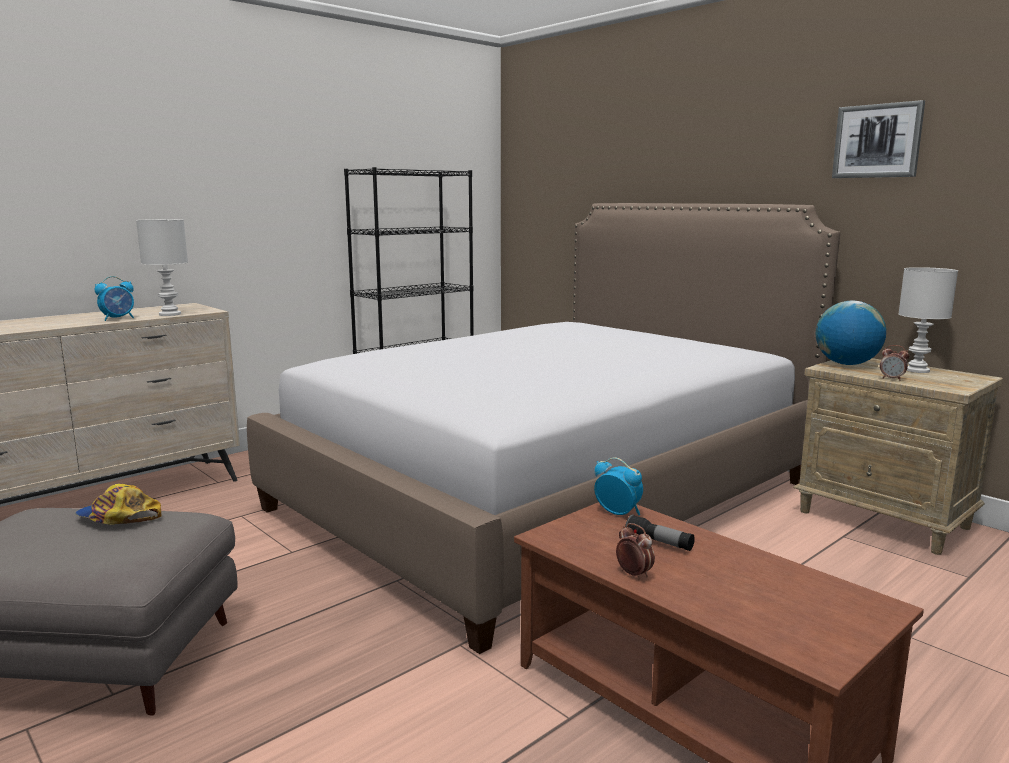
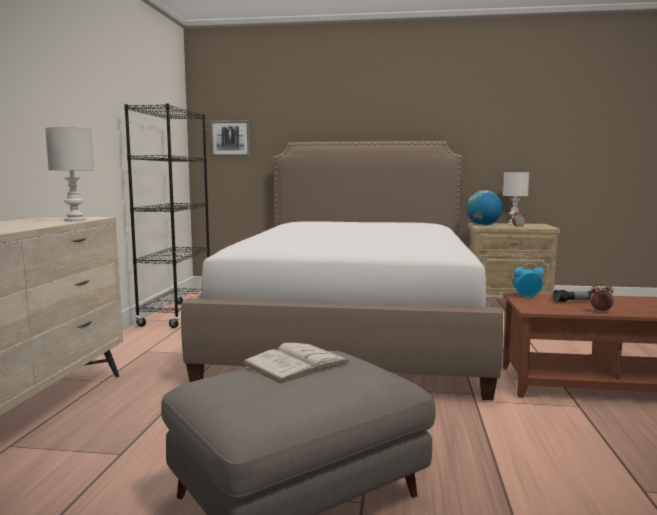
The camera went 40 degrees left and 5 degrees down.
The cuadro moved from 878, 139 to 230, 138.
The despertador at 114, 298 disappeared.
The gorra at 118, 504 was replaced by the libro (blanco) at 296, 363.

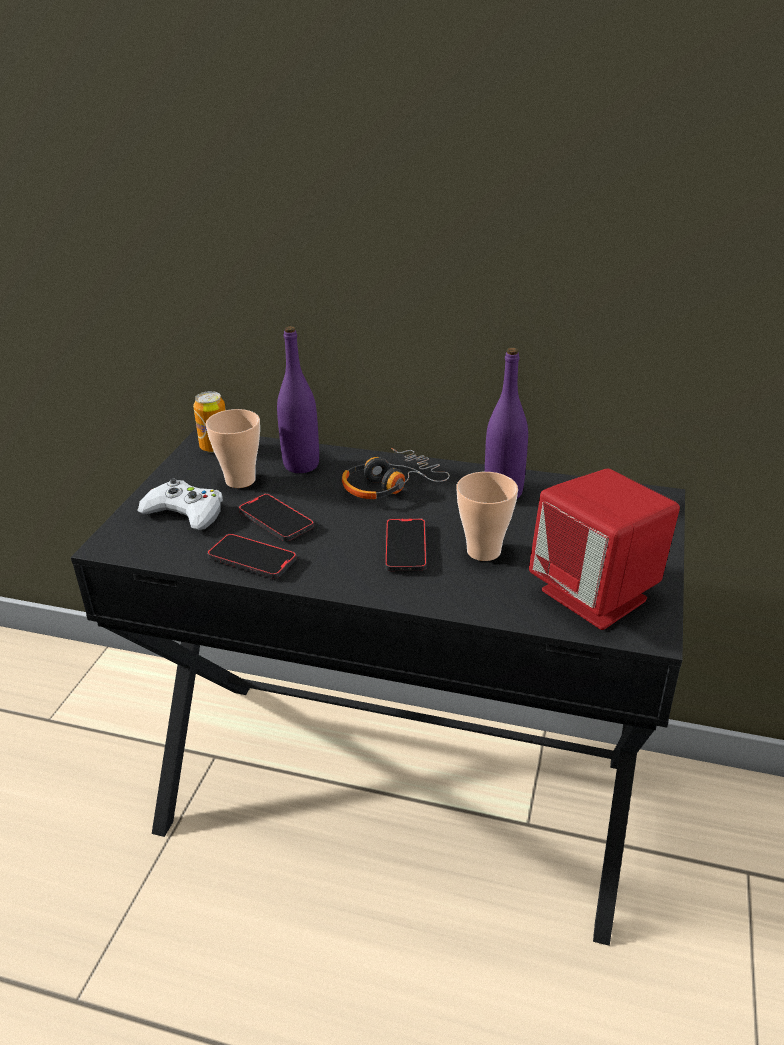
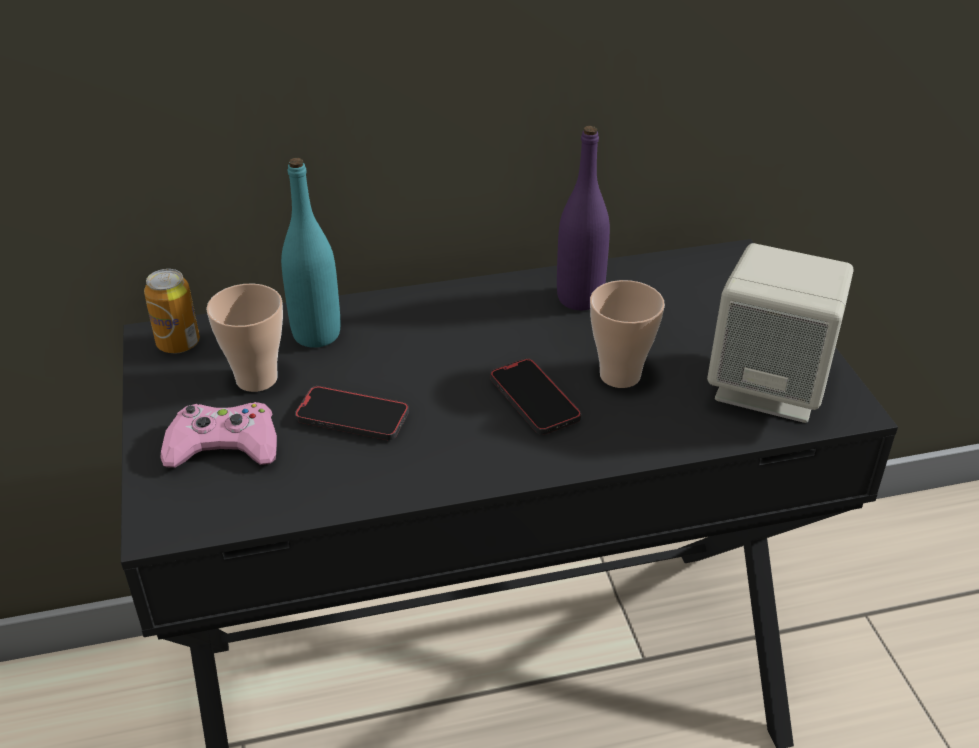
The camera went 30 degrees left and 5 degrees up.
The botella (morado) at 298, 399 became the botella (turquesa) at 310, 253.
The auriculares at 396, 473 disappeared.
The altavoz (rojo) at 604, 549 became the altavoz (beis) at 780, 333.
The mando de consola (blanco) at 180, 504 became the mando de consola (rosa) at 218, 435.
The móvil at 252, 556 disappeared.

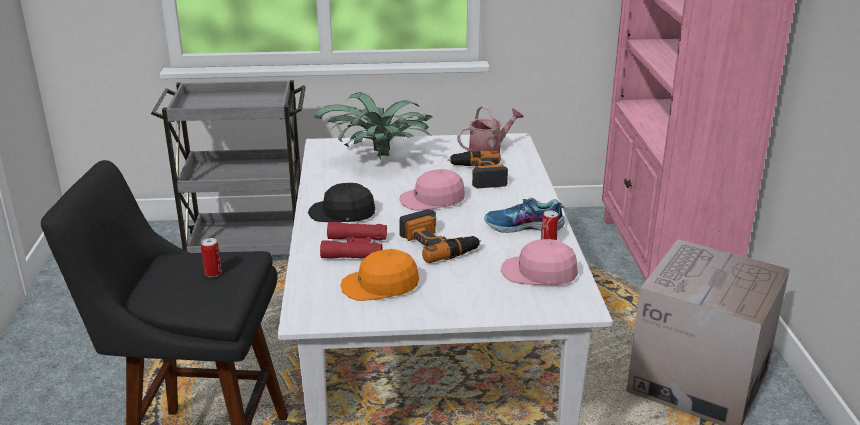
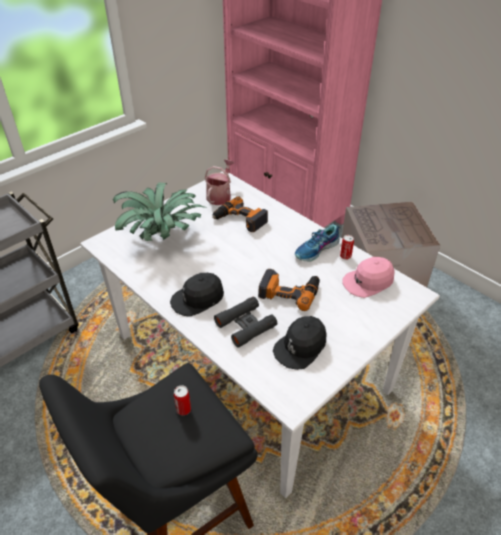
The camera went 40 degrees left and 15 degrees up.
The gorra (rosa) at 432, 190 disappeared.
The prismáticos (rojo) at 353, 240 became the prismáticos (negro) at 245, 322.
The gorra (naranja) at 380, 275 became the gorra (negro) at 300, 343.

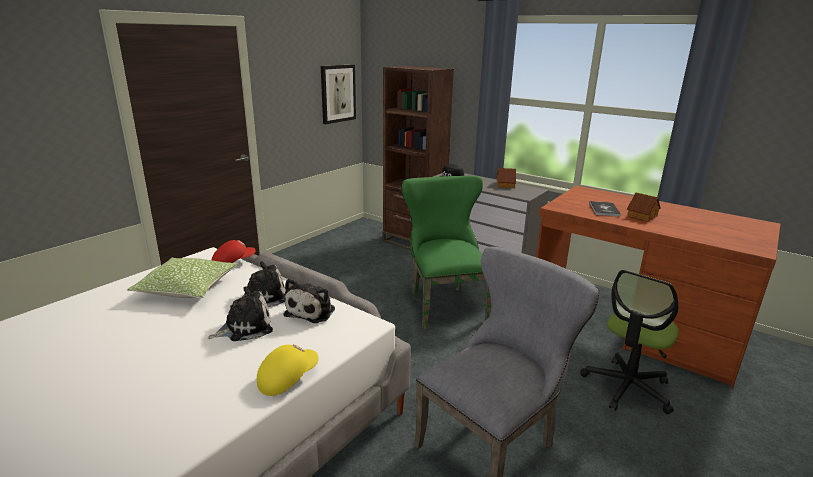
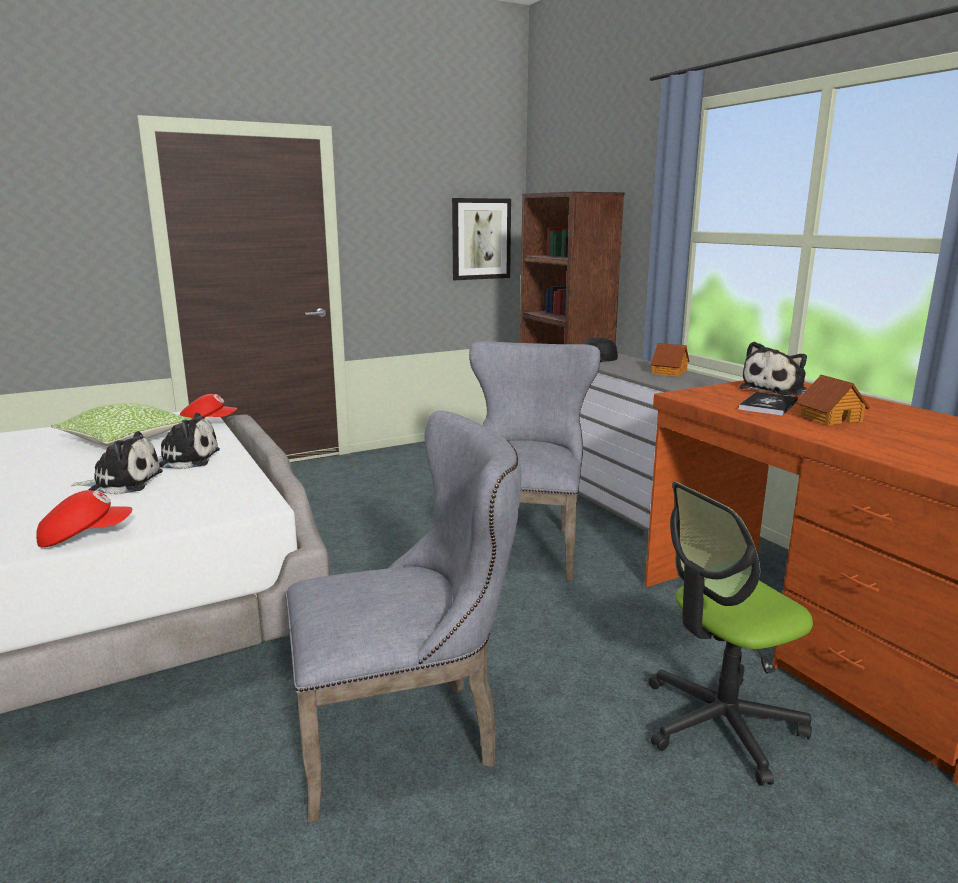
The camera went 25 degrees right and 5 degrees down.
The silla (verde) at 446, 253 became the silla (gris) at 535, 461.
The peluche moved from 309, 300 to 773, 369.
The gorra (amarillo) at 288, 370 became the gorra (rojo) at 84, 518.

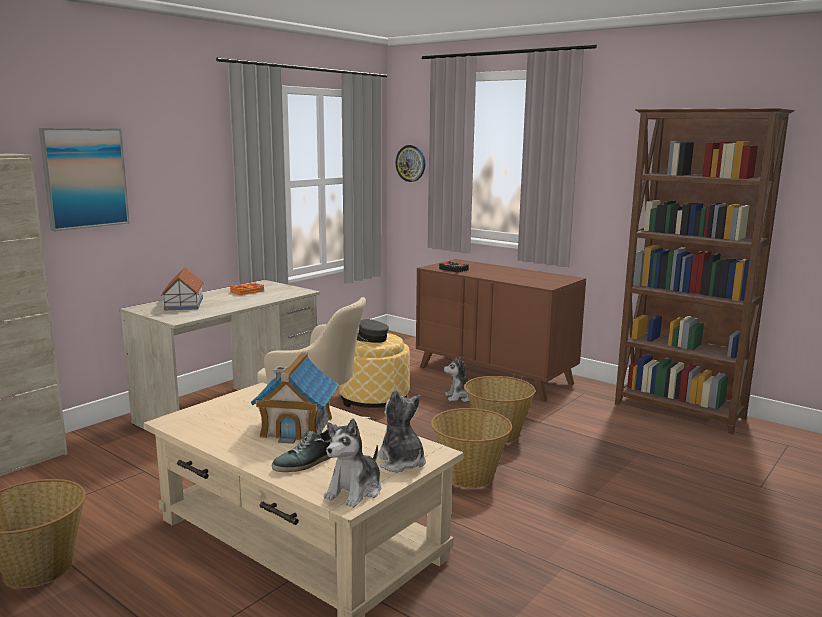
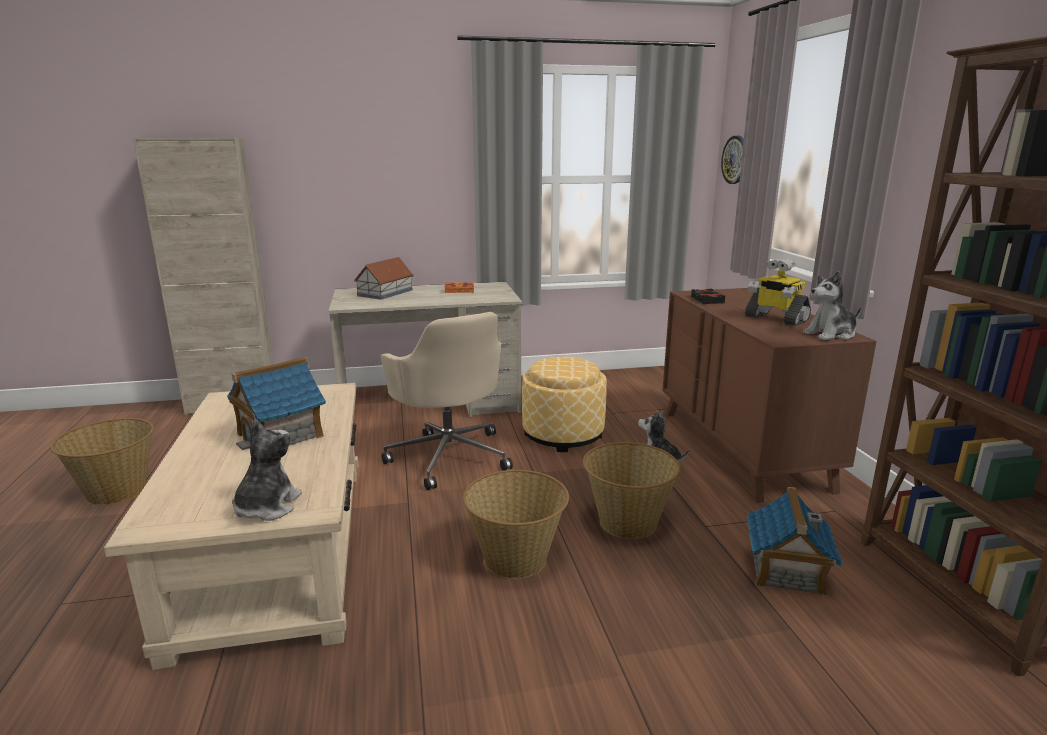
The camera went 40 degrees right and 5 degrees up.
The cuadro at 84, 179 disappeared.
The gorra (gris) at 373, 331 disappeared.
The peluche moved from 352, 463 to 832, 305.
The zapato at 304, 448 disappeared.
The robot de juguete at 778, 292 appeared.
The casita at 795, 541 appeared.

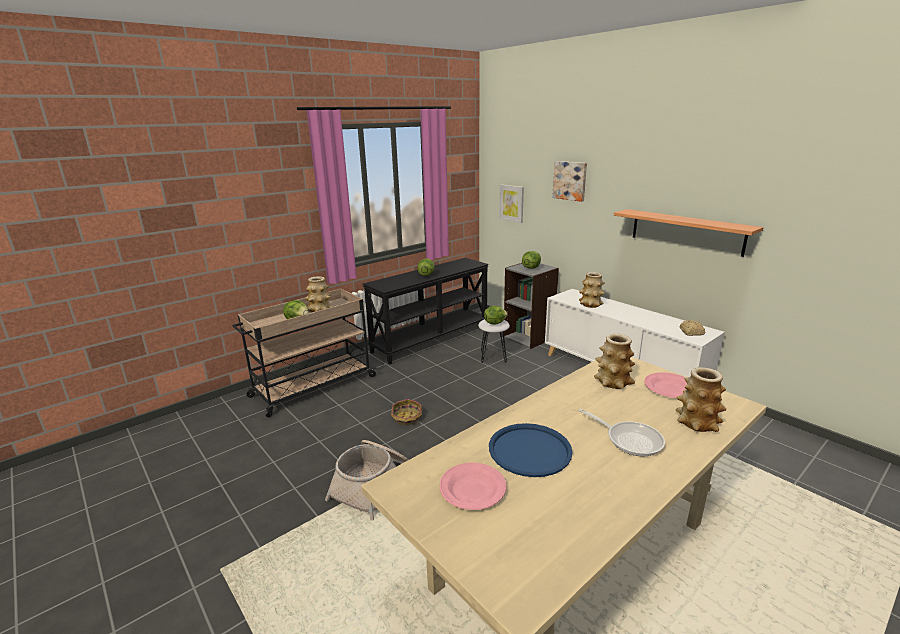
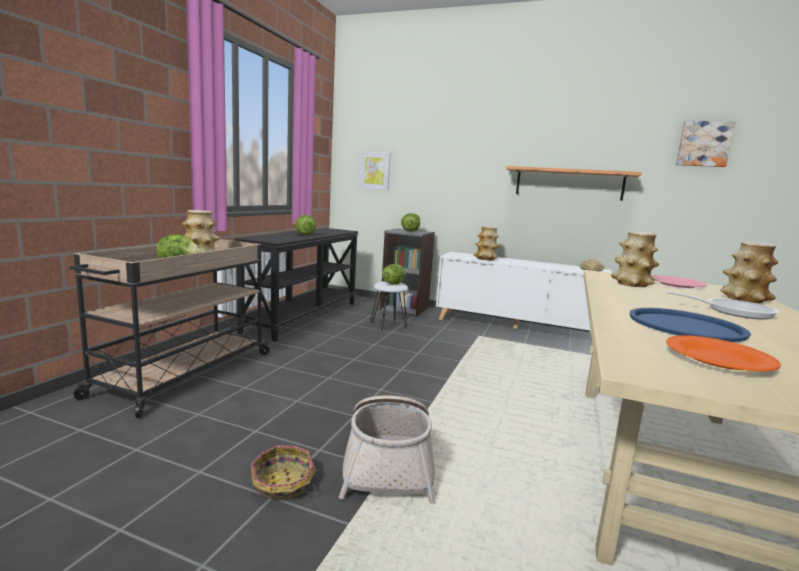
The camera went 30 degrees left and 10 degrees down.
The cuadro moved from 569, 181 to 706, 144.
The cesta moved from 406, 412 to 283, 472.
The plato (rosa) at 472, 486 became the plato (naranja) at 723, 353.

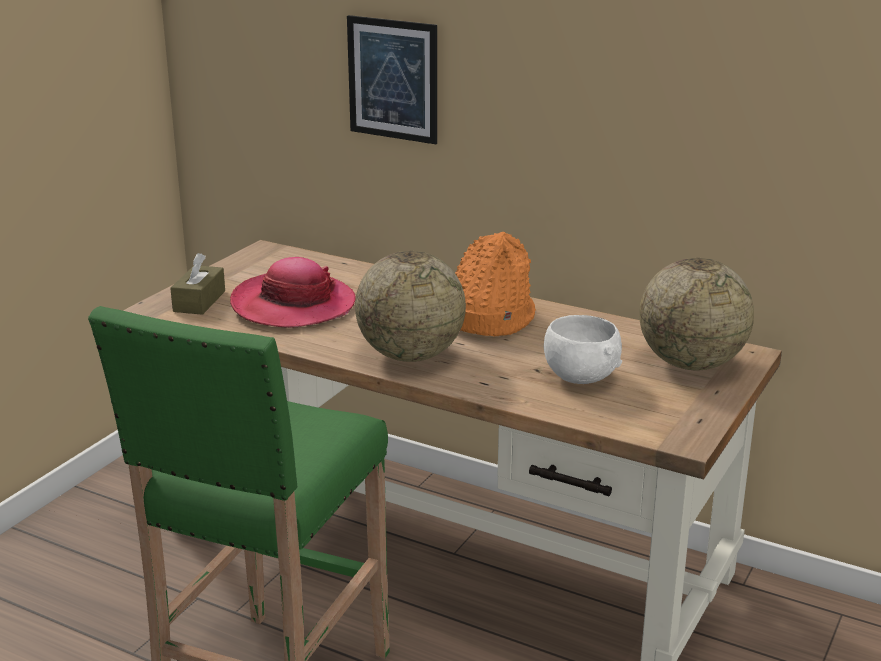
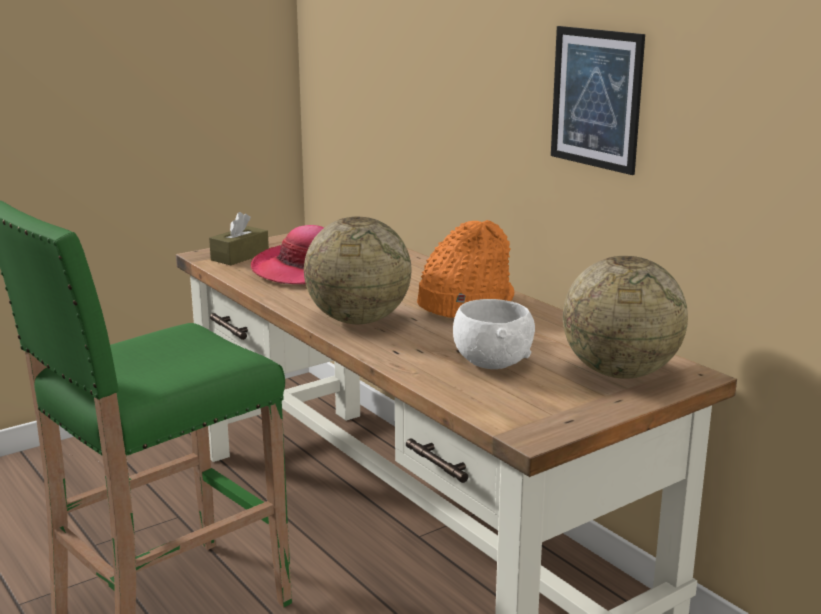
The camera went 25 degrees right and 5 degrees down.
The cuadro moved from 392, 79 to 598, 100.

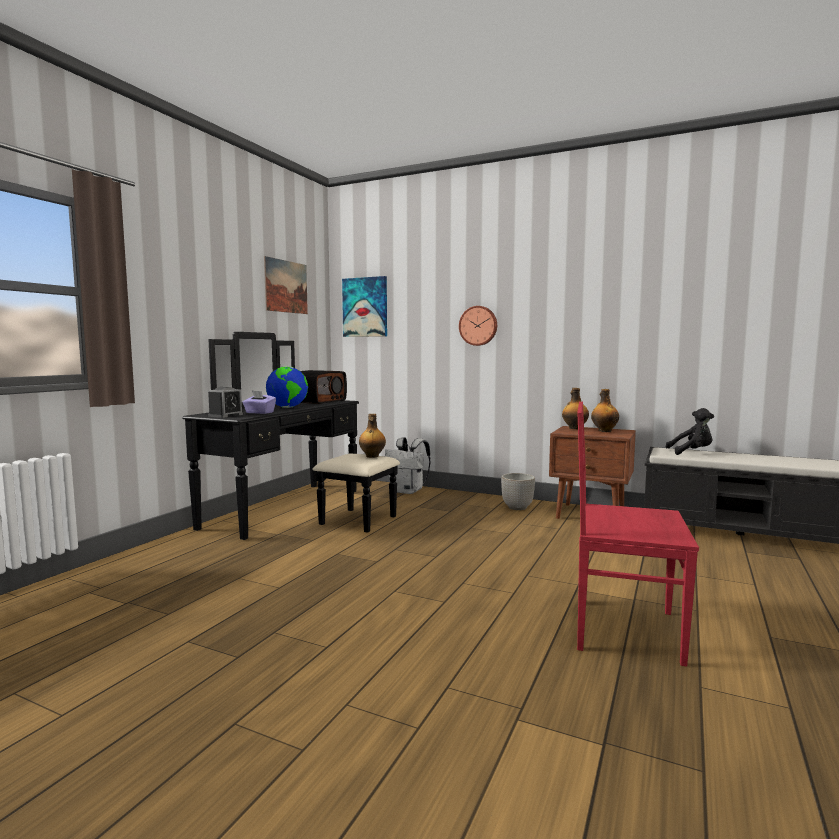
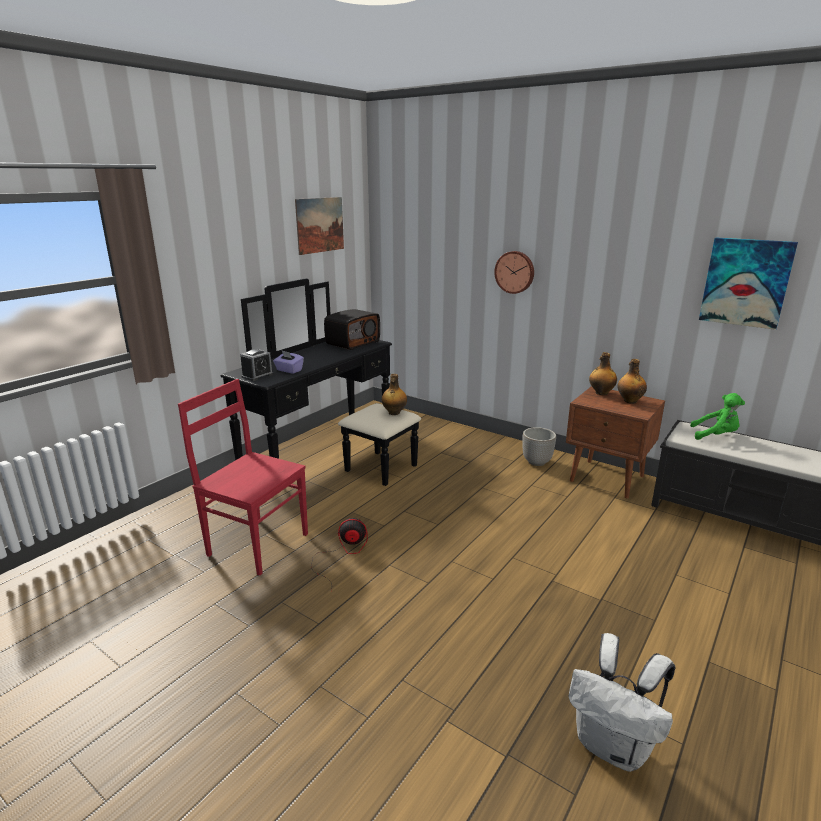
The camera went 10 degrees right and 15 degrees up.
The cuadro moved from 364, 306 to 748, 284.
The globo terráqueo at 287, 387 disappeared.
The silla (rojo) moved from 638, 534 to 243, 477.
The peluche (negro) at 690, 431 became the peluche (verde) at 717, 416.
The mochila (blanco) moved from 408, 465 to 622, 702.
The ventilador at 339, 554 appeared.

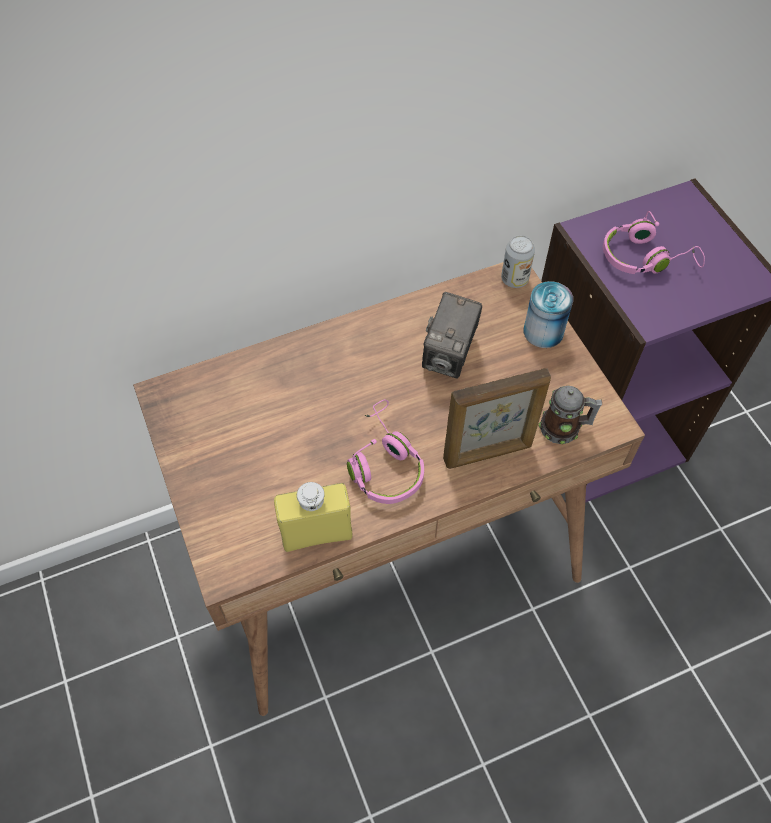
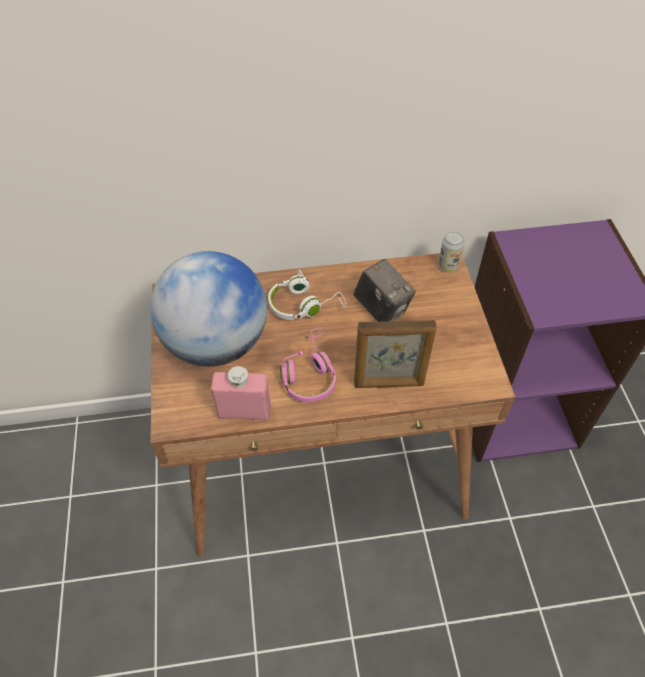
The camera went 15 degrees right and 5 degrees down.
The auriculares (rosa) at 654, 242 disappeared.
The lata at 548, 314 disappeared.
The cámara at 452, 335 turned 75 degrees counterclockwise.
The taza grande at 570, 415 disappeared.
The botella (amarillo) at 313, 517 became the botella (rosa) at 241, 393.
The globo terráqueo at 208, 309 appeared.
The auriculares (blanco) at 307, 294 appeared.

